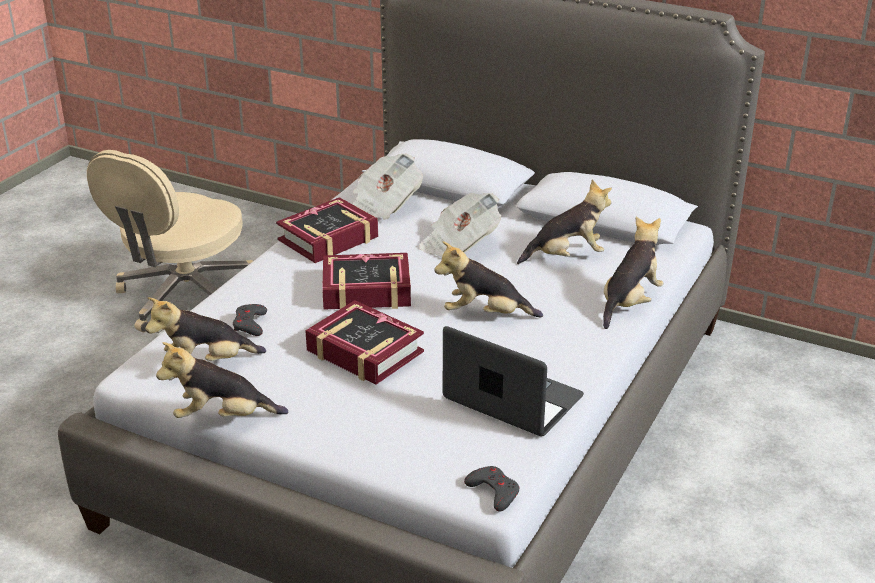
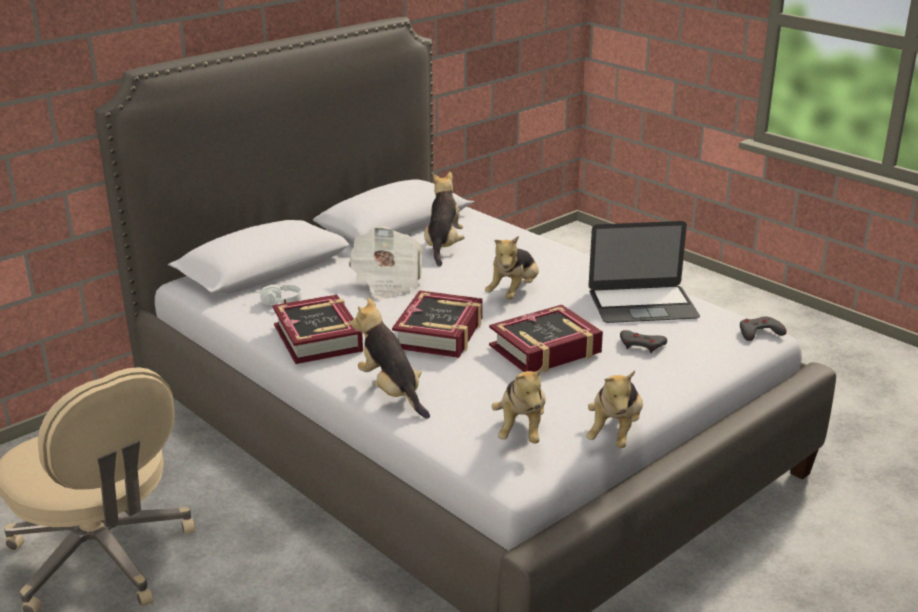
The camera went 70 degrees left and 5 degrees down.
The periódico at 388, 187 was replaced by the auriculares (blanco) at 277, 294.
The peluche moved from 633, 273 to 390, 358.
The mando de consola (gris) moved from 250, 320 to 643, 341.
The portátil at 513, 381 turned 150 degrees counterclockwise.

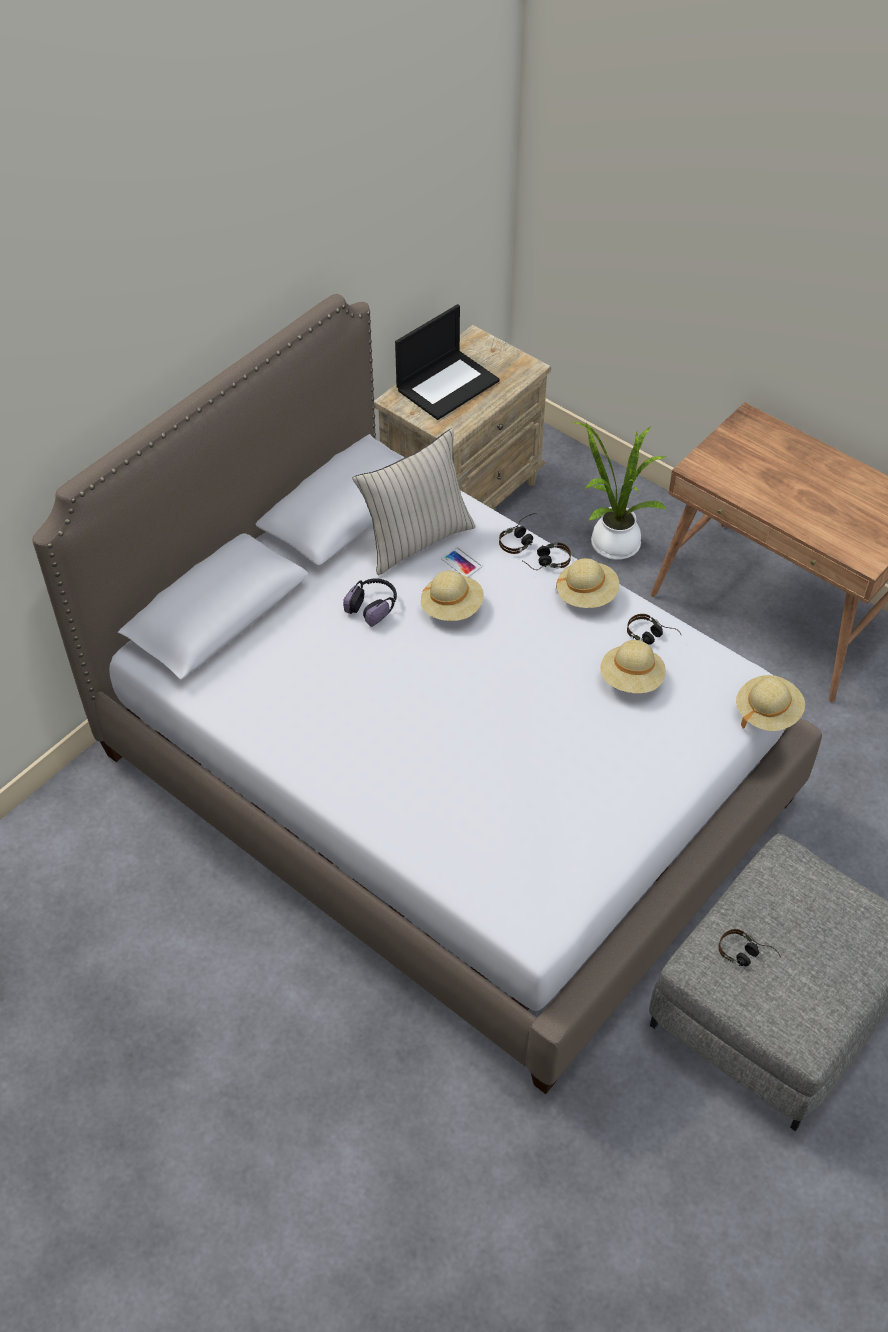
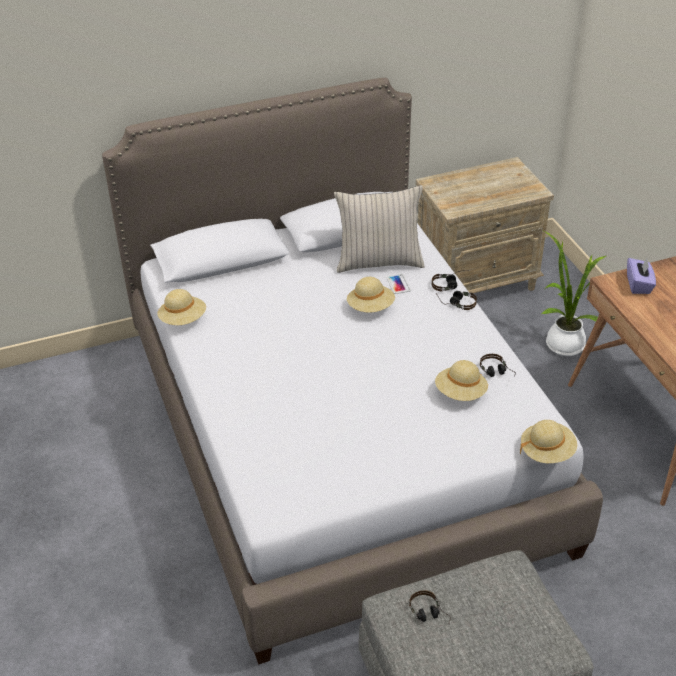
The camera went 30 degrees right and 10 degrees down.
The portátil at 447, 362 disappeared.
The sombrero (beis) moved from 587, 583 to 181, 307.
The auriculares at 370, 602 disappeared.
The caja de pañuelos (morado) at 641, 276 appeared.

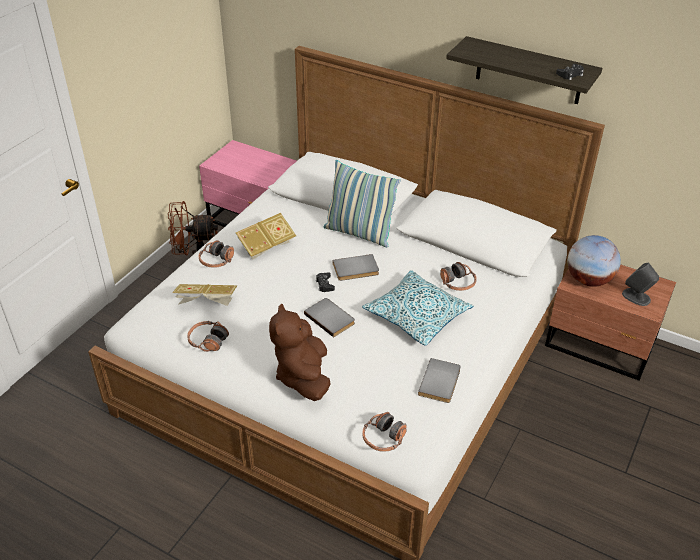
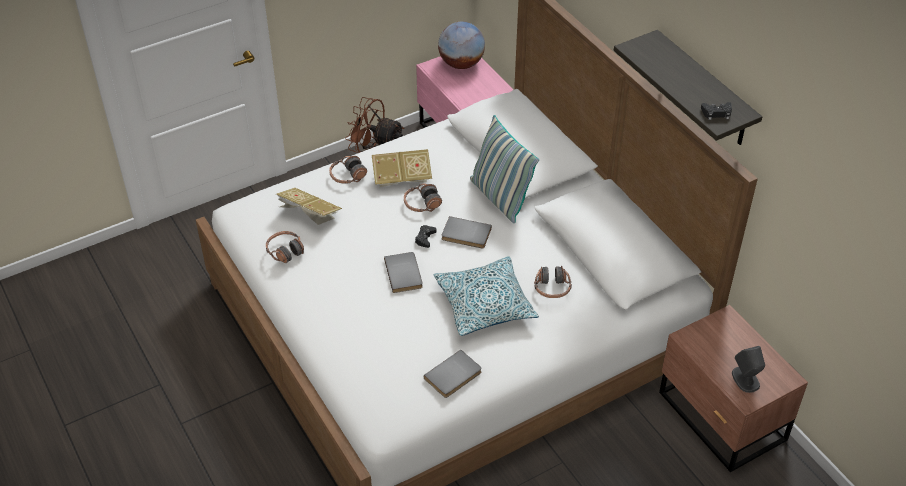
The camera went 30 degrees right and 5 degrees up.
The globo terráqueo moved from 594, 261 to 461, 45.
The peluche (marrón) at 300, 352 disappeared.
The auriculares moved from 384, 432 to 423, 197.

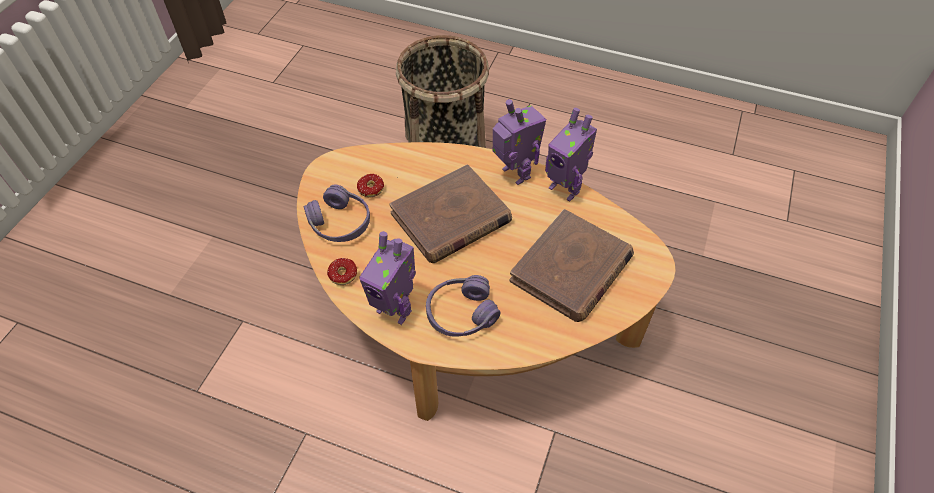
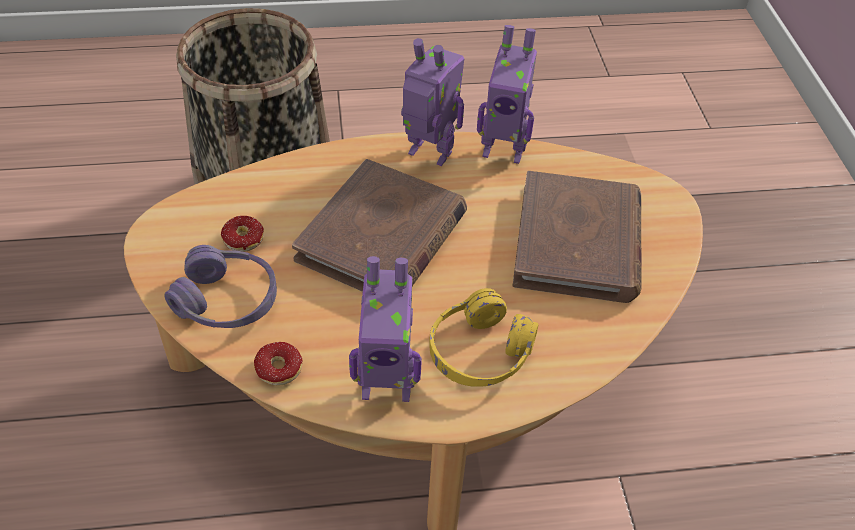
The camera went 30 degrees left and 5 degrees down.
The auriculares (morado) at 463, 306 became the auriculares (amarillo) at 483, 337.

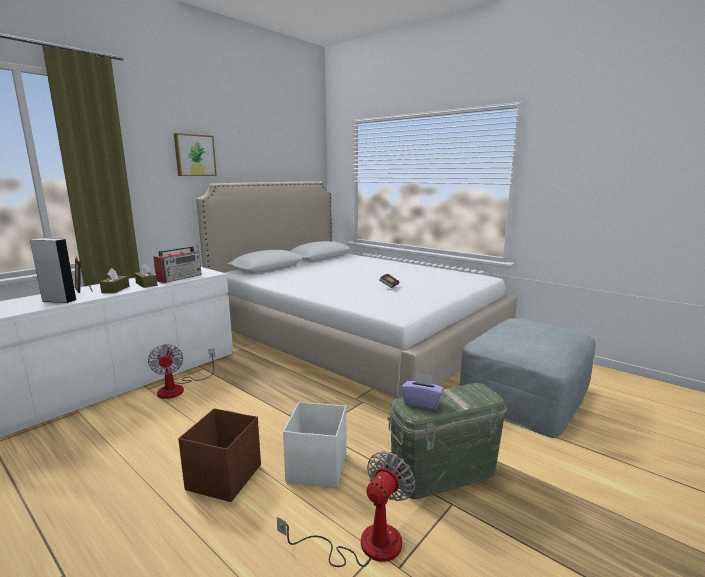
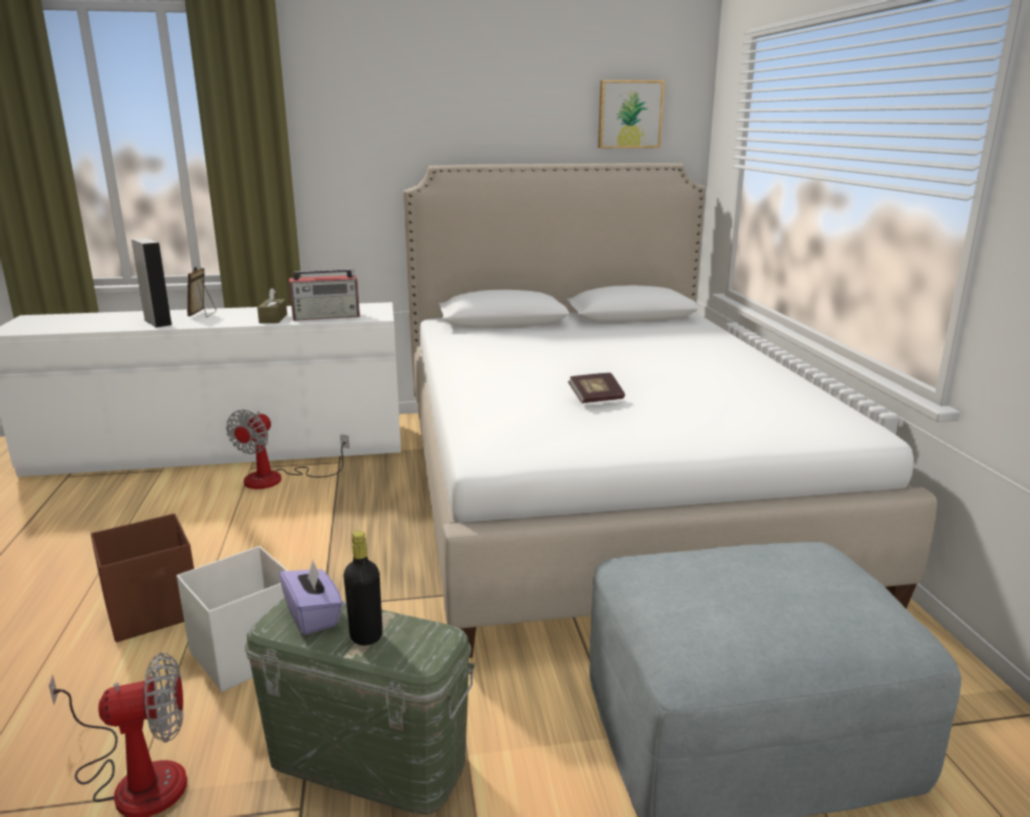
The camera went 40 degrees right and 5 degrees up.
The cuadro moved from 195, 154 to 631, 114.
The caja de pañuelos (marrón) at 114, 280 disappeared.
The botella (negro) at 363, 588 appeared.

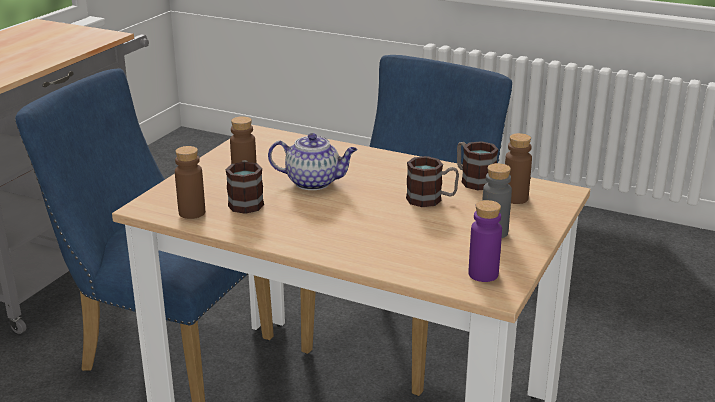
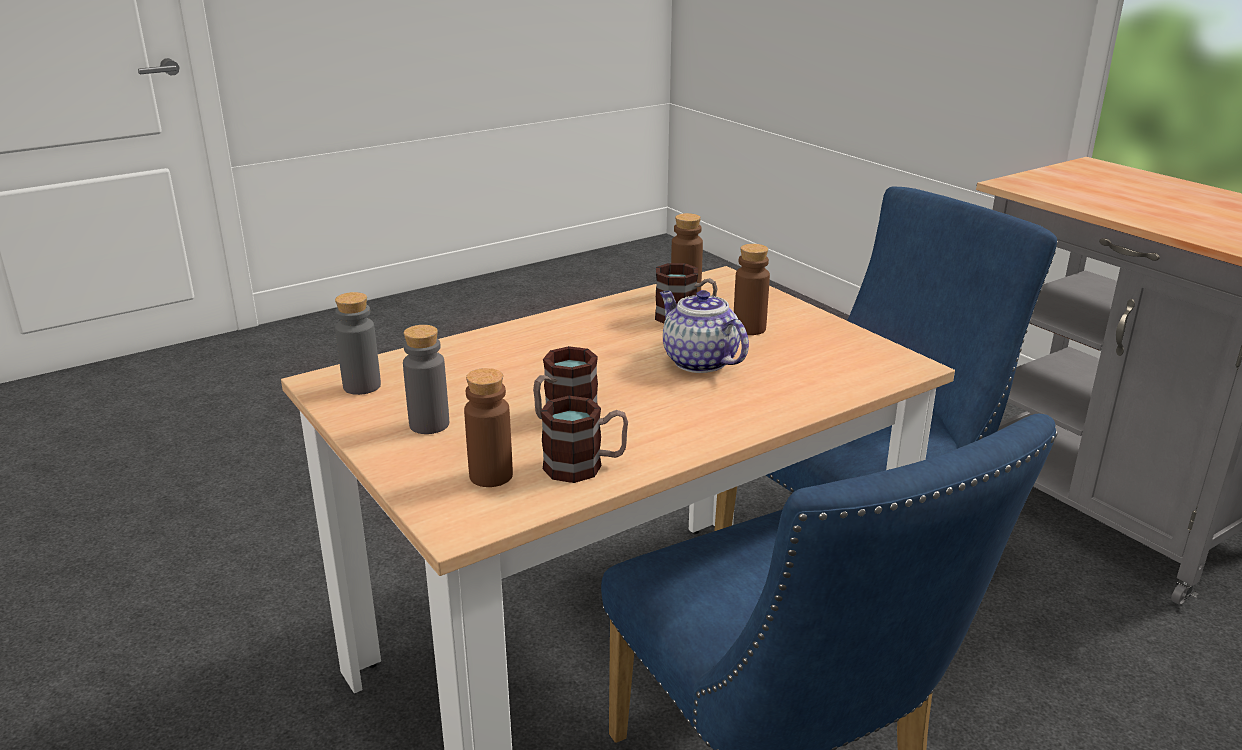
The camera went 120 degrees right and 0 degrees up.
The tetera at 313, 161 turned 105 degrees clockwise.
The botella (morado) at 485, 241 became the botella (gris) at 358, 343.

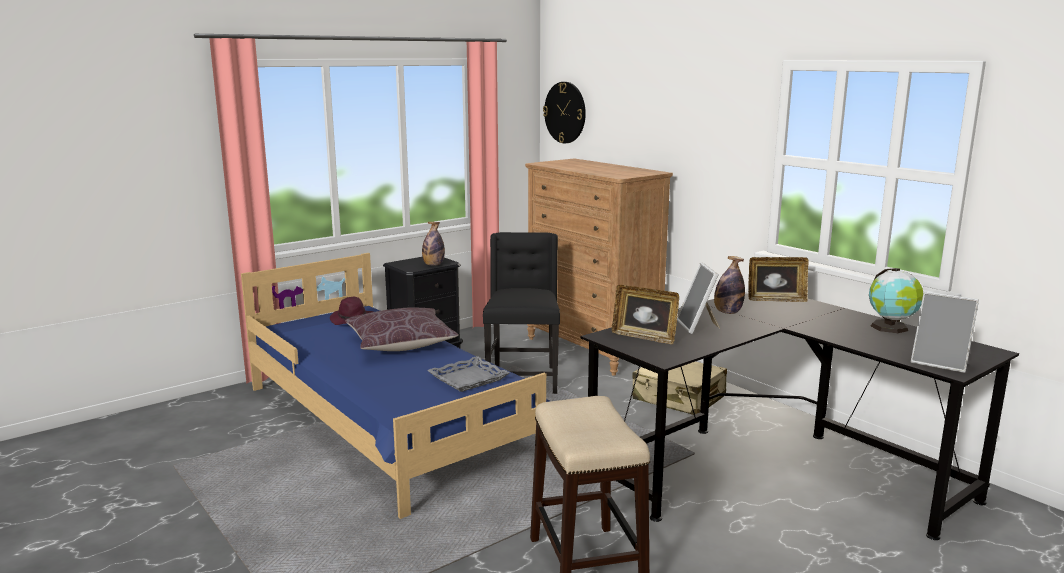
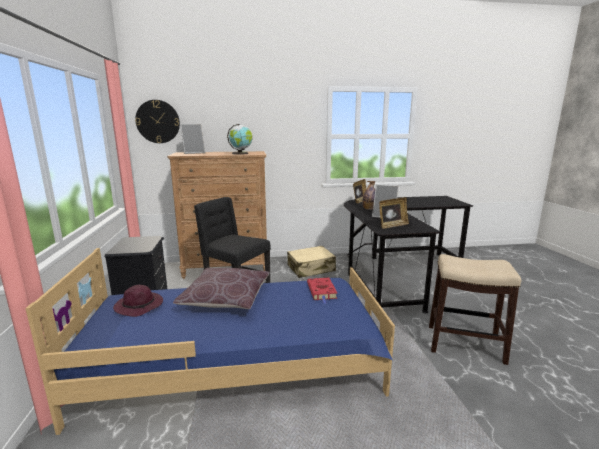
The camera went 60 degrees left and 0 degrees up.
The botella at 433, 244 disappeared.
The globo terráqueo moved from 896, 300 to 239, 139.
The portarretratos moved from 945, 332 to 192, 139.
The bandeja (gris) at 468, 374 was replaced by the libro (rojo) at 322, 291.

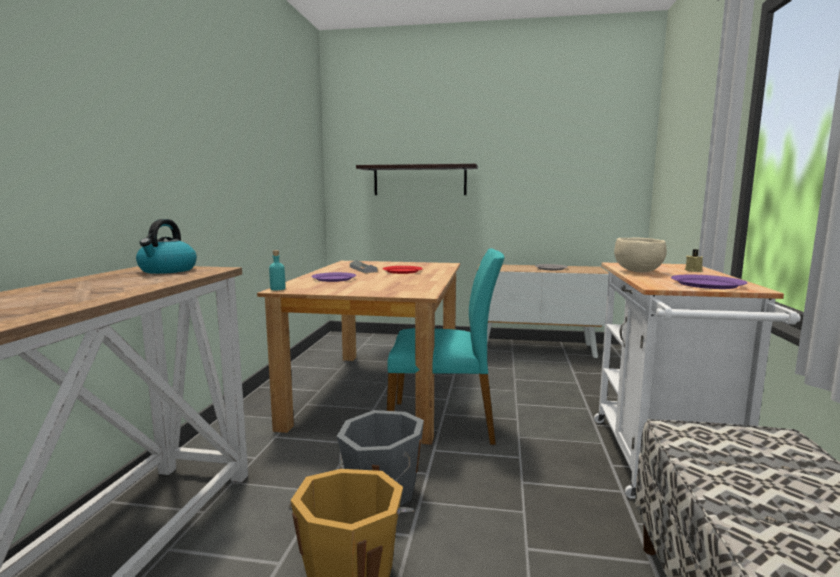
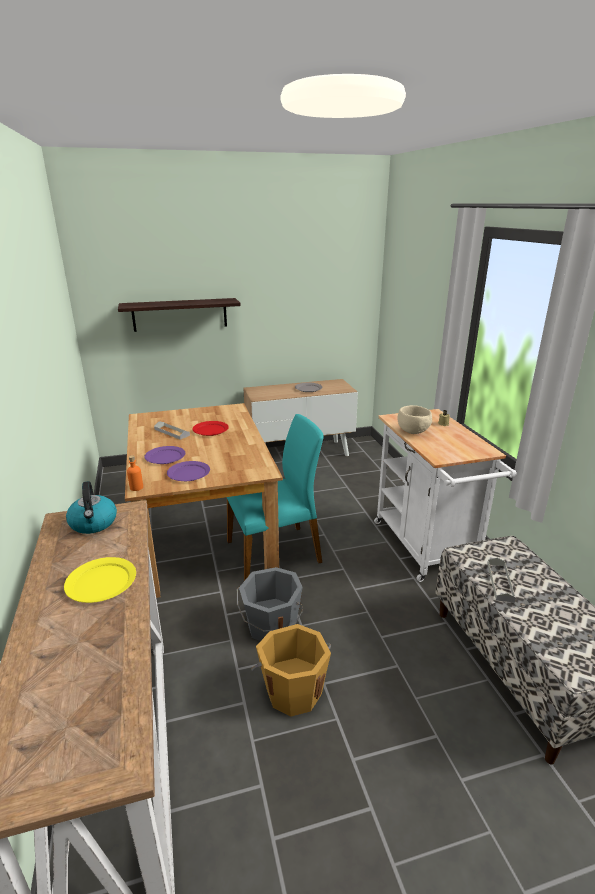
The camera went 25 degrees left and 15 degrees up.
The botella (turquesa) at 277, 270 became the botella (naranja) at 135, 473.
The plato (morado) moved from 709, 282 to 188, 471.
The plato (amarillo) at 100, 580 appeared.
The bandeja (gris) at 501, 580 appeared.

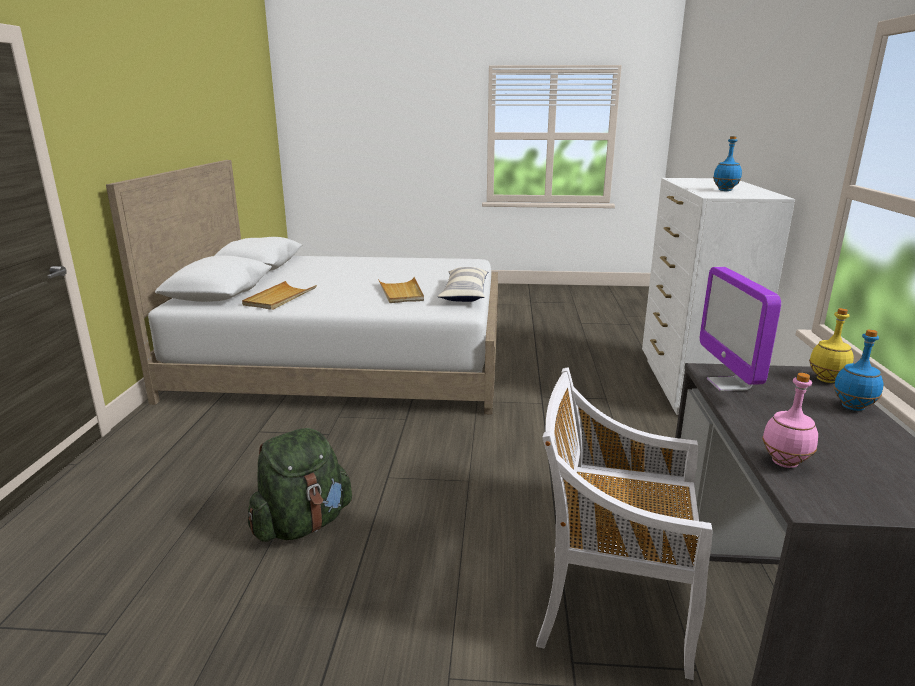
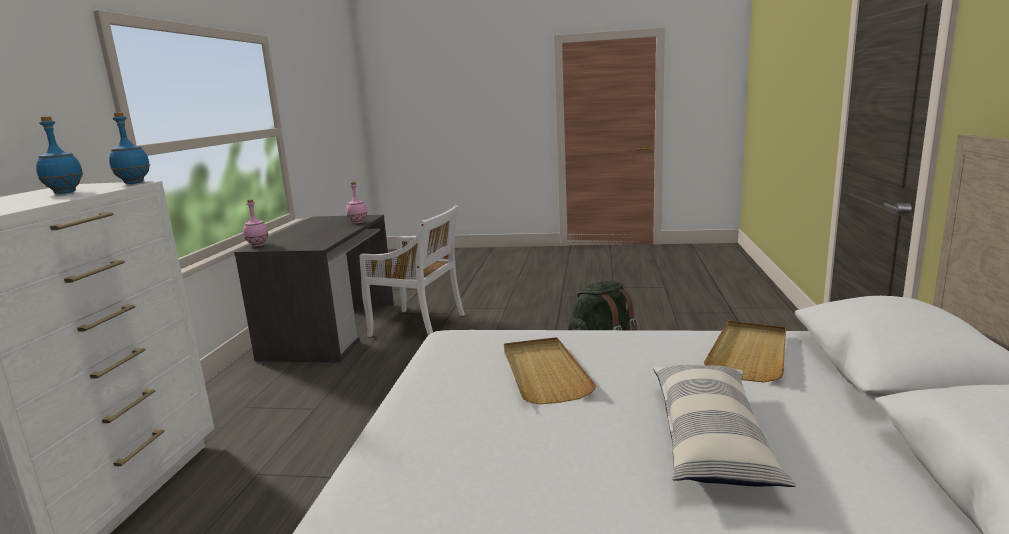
The camera went 175 degrees left and 5 degrees down.
The cojín moved from 462, 284 to 724, 426.
The monitor at 740, 329 disappeared.
The botella (amarillo) at 831, 345 became the botella (rosa) at 256, 222.
The botella (azul) moved from 858, 370 to 129, 148.

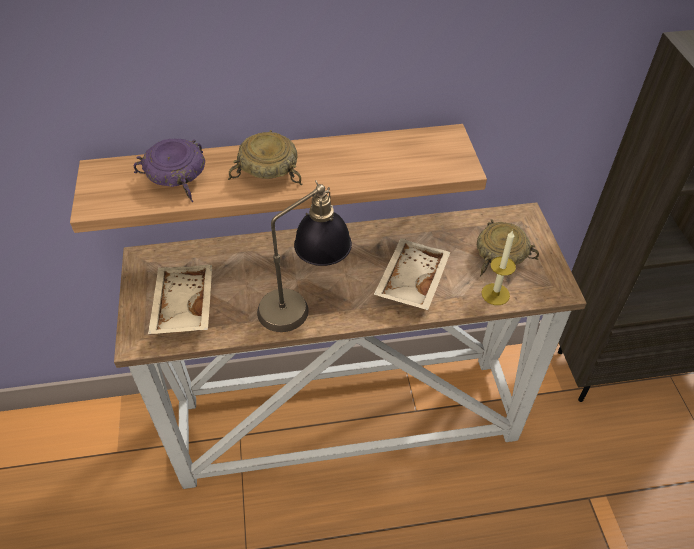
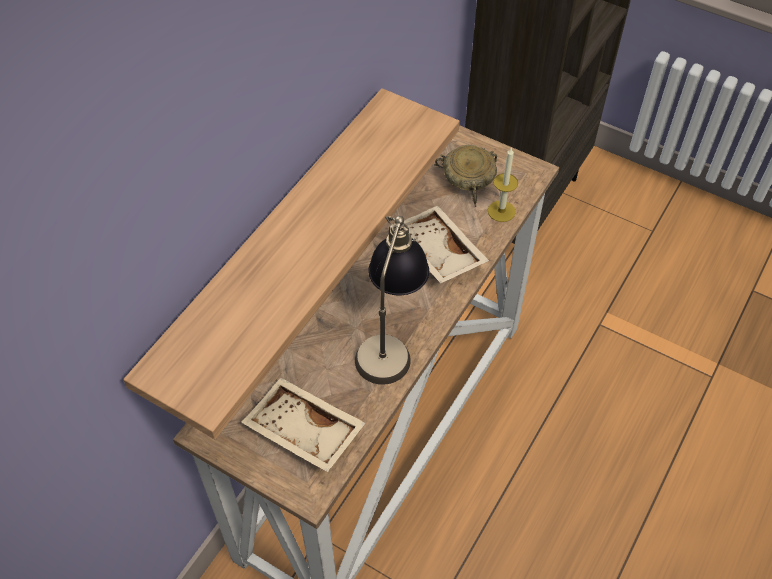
The camera went 50 degrees left and 5 degrees up.
The cuenco (beis) at 265, 157 disappeared.
The cuenco (morado) at 169, 170 disappeared.

